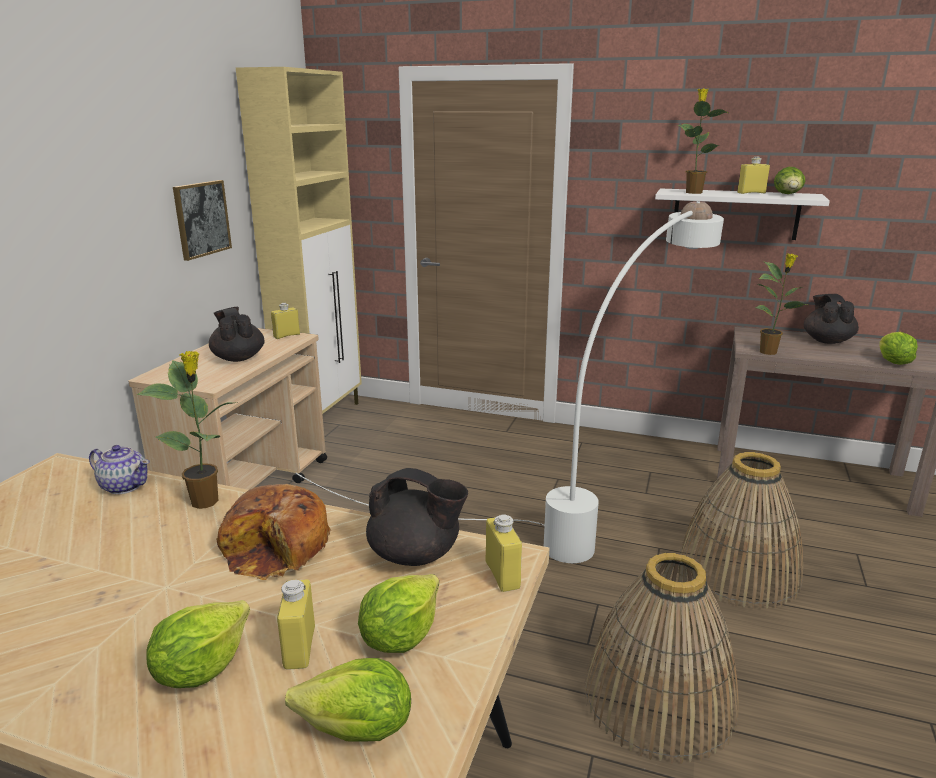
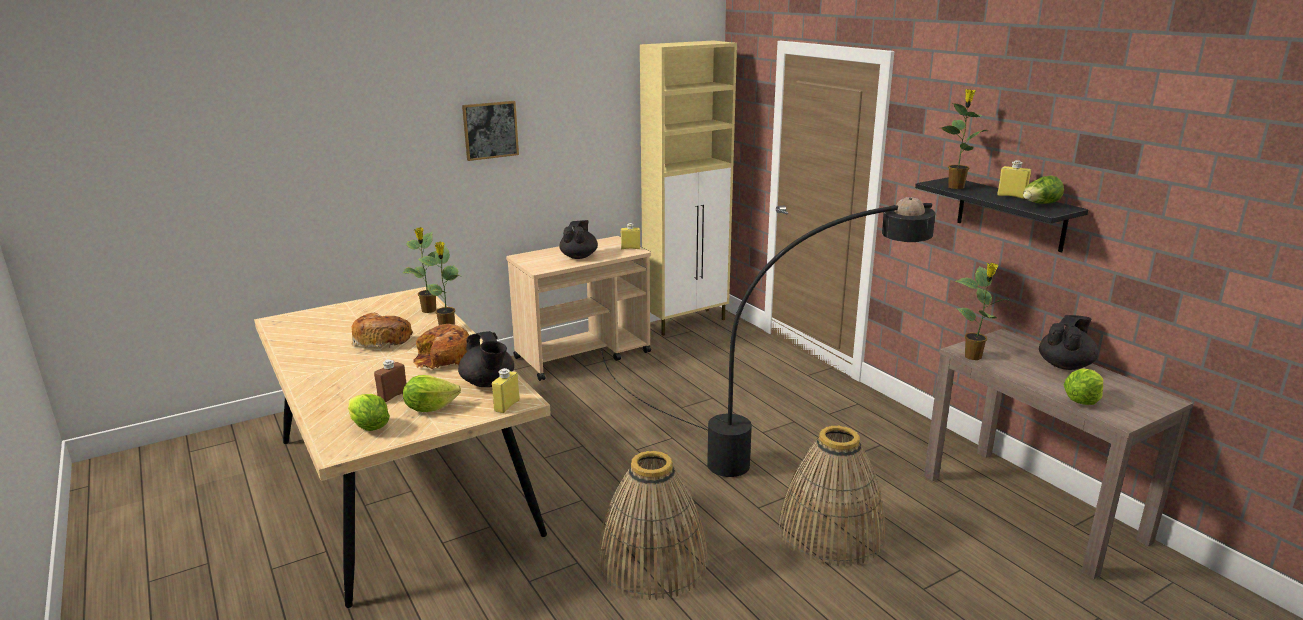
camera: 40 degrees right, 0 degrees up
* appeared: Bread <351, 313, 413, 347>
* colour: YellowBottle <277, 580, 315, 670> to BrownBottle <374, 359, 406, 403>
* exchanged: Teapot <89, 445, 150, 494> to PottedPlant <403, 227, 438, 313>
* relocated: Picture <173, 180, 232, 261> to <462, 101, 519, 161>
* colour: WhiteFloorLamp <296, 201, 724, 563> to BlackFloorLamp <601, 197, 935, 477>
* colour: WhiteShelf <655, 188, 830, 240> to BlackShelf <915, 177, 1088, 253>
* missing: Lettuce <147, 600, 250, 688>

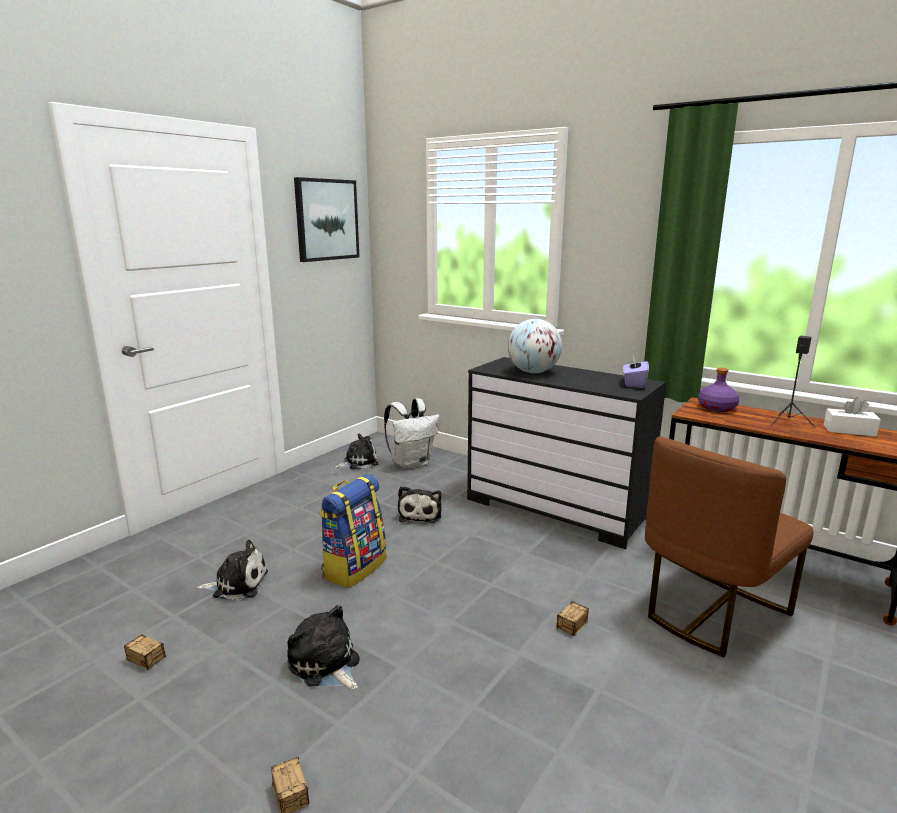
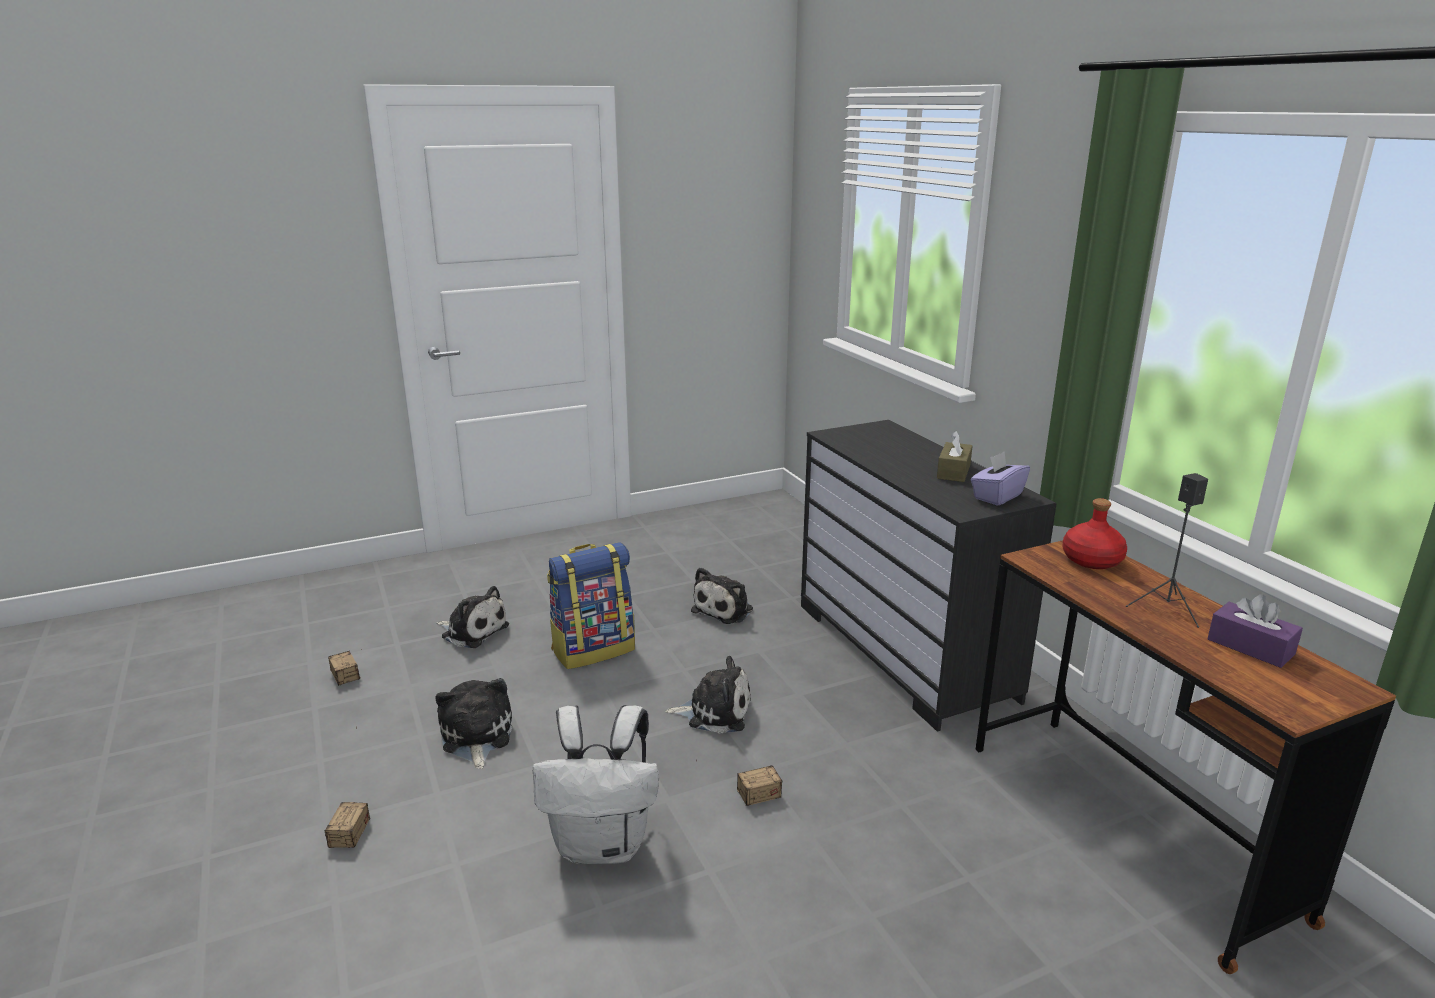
camera: 30 degrees right, 5 degrees up
* relocated: WhiteBackpack <384, 398, 440, 470> to <533, 705, 659, 864>
* relocated: PlushToy <334, 434, 379, 469> to <665, 656, 751, 733>
* appeared: BrownTissueBox <937, 430, 973, 482>
* colour: PurpleBottle <698, 368, 739, 412> to RedBottle <1062, 498, 1127, 569>
* colour: WhiteTissueBox <824, 397, 881, 437> to PurpleTissueBox <1207, 594, 1303, 668>
* missing: Picture <294, 177, 359, 262>
* missing: Globe <508, 319, 562, 373>
* missing: BrownChair <645, 436, 813, 657>

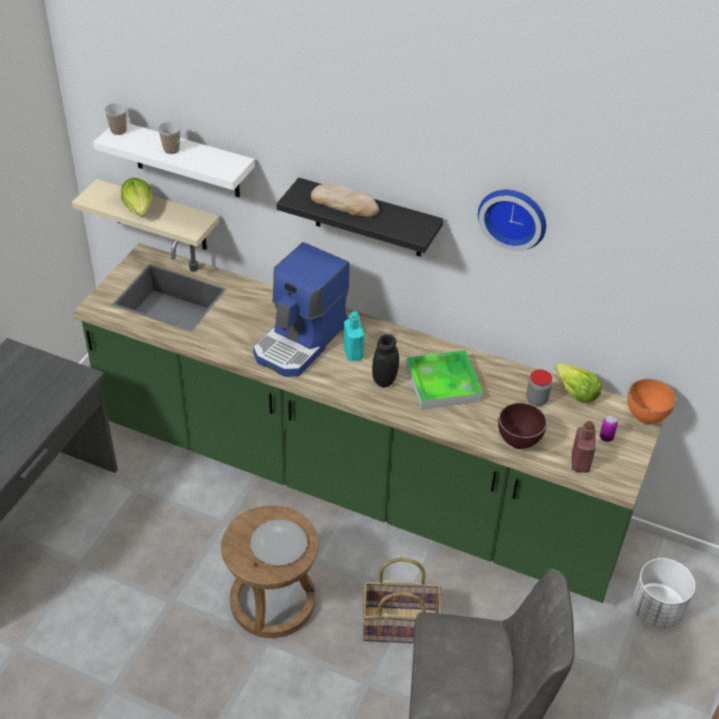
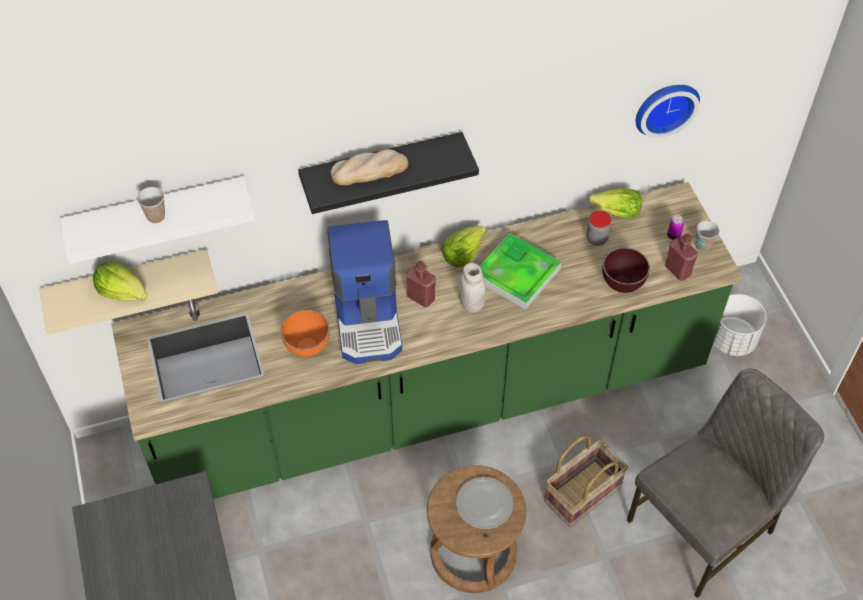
camera: 40 degrees left, 10 degrees up
* relocated: OrangeBowl <627, 379, 676, 424> to <281, 310, 330, 357>
* colour: TurquoiseBottle <344, 311, 365, 361> to RedBottle <406, 261, 436, 307>
* appeared: Lettuce <442, 226, 486, 267>
* colour: BlackJar <372, 334, 399, 388> to WhiteJar <459, 263, 486, 313>
* relocated: WallClock <478, 190, 546, 251> to <636, 85, 700, 138>
* relocated: Cup <104, 103, 127, 135> to <696, 221, 719, 252>

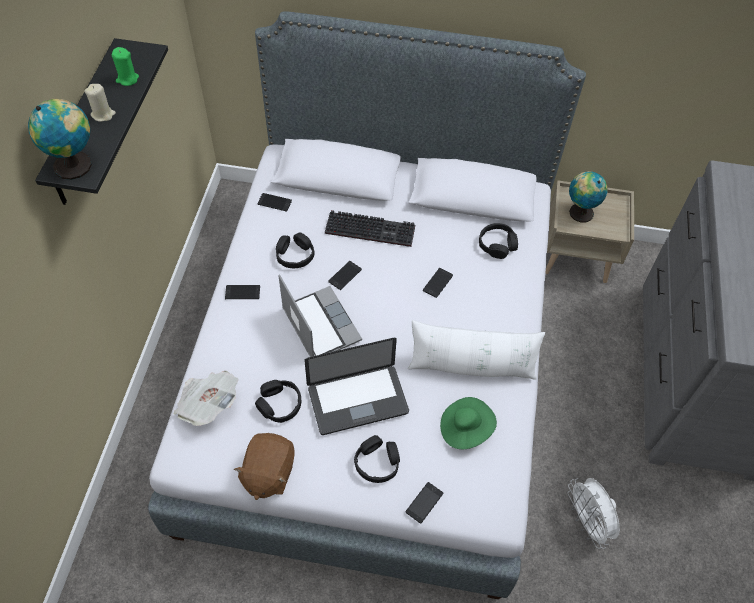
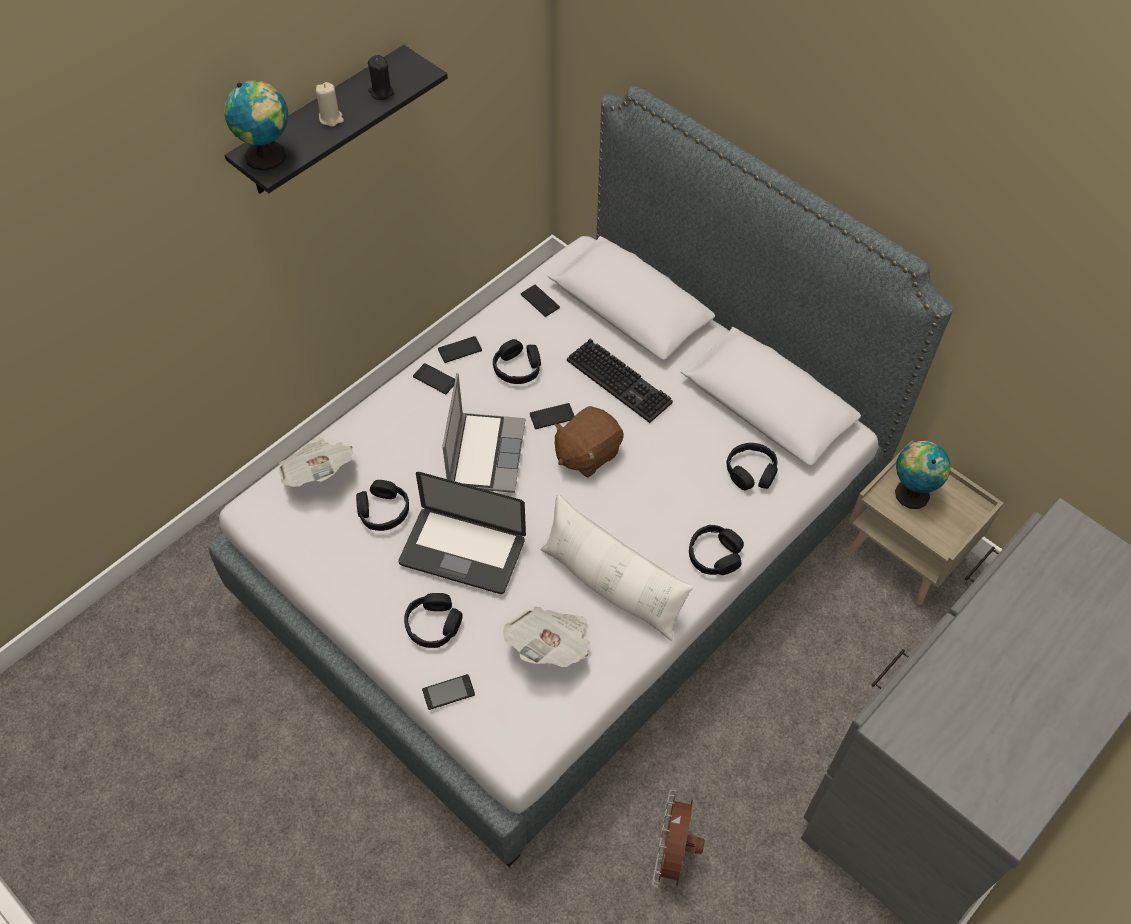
camera: 35 degrees right, 0 degrees up
* colour: GreenCandle <112, 47, 139, 86> to BlackCandle <368, 55, 394, 100>
* relocated: Phone <423, 268, 453, 298> to <438, 336, 482, 363>
* exchanged: GreenHat <440, 397, 497, 449> to Newspaper <503, 606, 590, 667>
* relocated: BrownPlushToy <234, 433, 295, 500> to <554, 406, 624, 478>
* colour: WhiteFan <568, 478, 620, 549> to BrownFan <652, 790, 705, 888>
* appeared: BlackHeadphones <689, 525, 744, 575>

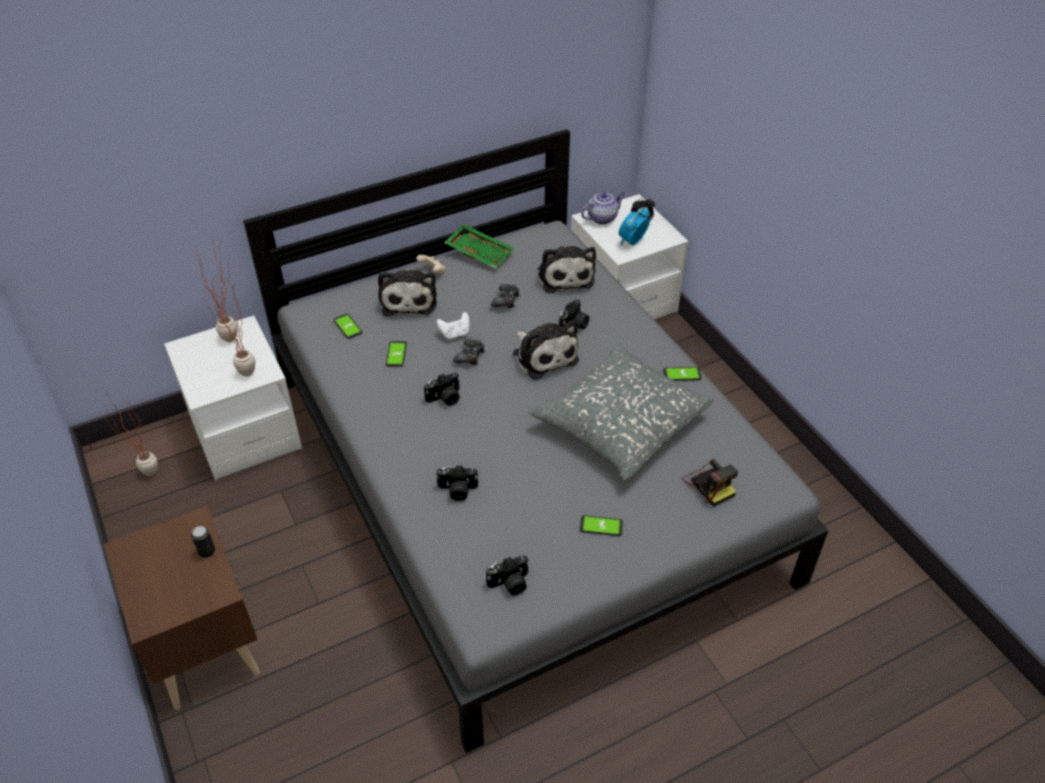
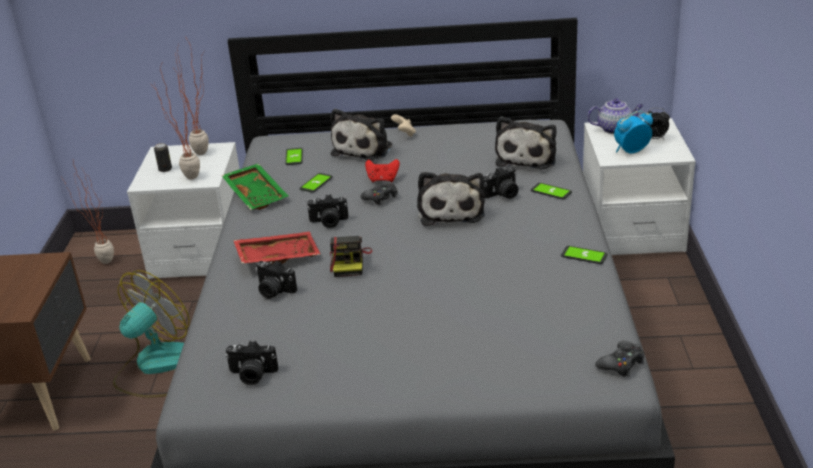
camera: 30 degrees right, 15 degrees down
* appeared: Fan <113, 270, 190, 398>
* relocated: Can <191, 526, 215, 558> to <154, 143, 172, 172>
* relocated: GreenTray <444, 224, 514, 268> to <221, 163, 288, 210>
* appeared: RedTray <233, 232, 321, 264>
* relocated: PhotoCamera <682, 458, 738, 507> to <330, 236, 373, 277>
* colour: WhiteGameController <437, 312, 469, 339> to RedGameController <365, 159, 400, 182>
* relocated: Phone <580, 515, 623, 536> to <531, 183, 572, 200>
* relocated: BlackGameController <491, 284, 520, 308> to <595, 340, 645, 377>
* missing: GreyPillow <529, 344, 714, 480>

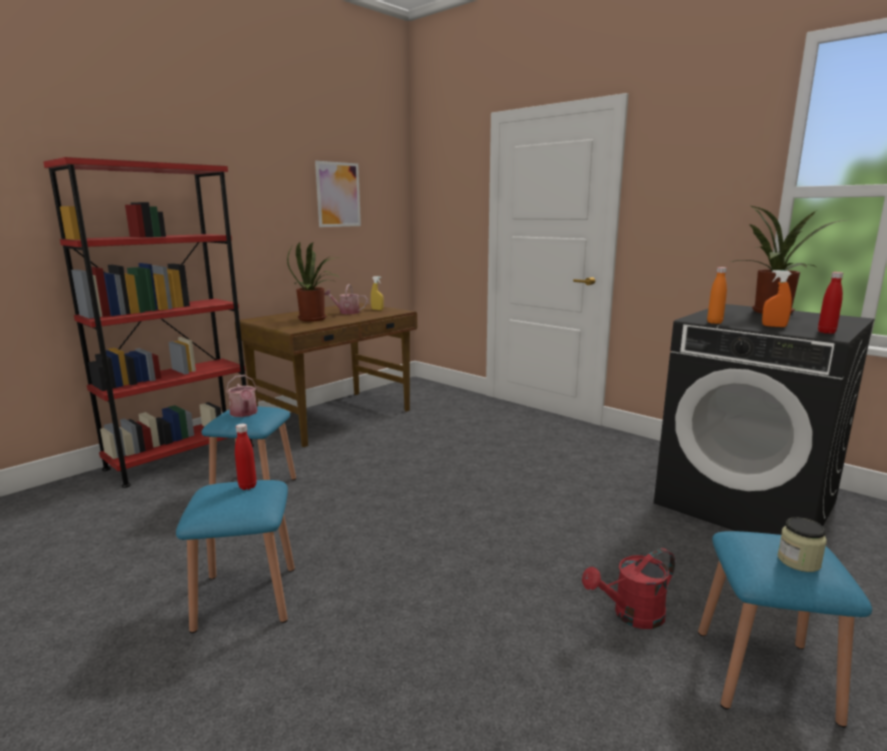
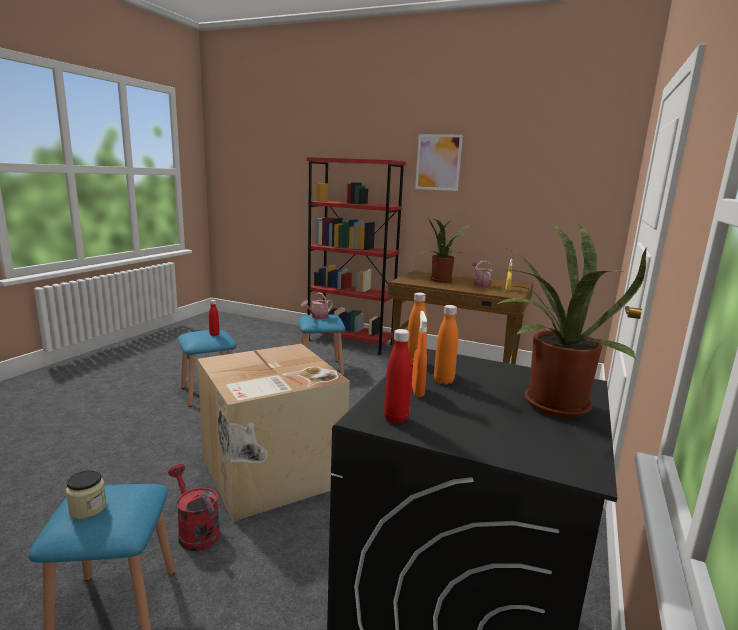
camera: 70 degrees right, 0 degrees up
* appeared: CardboardBox <197, 344, 350, 521>
* relocated: Picture <315, 161, 361, 227> to <415, 134, 463, 191>
* appeared: OrangeBottle <434, 305, 458, 385>

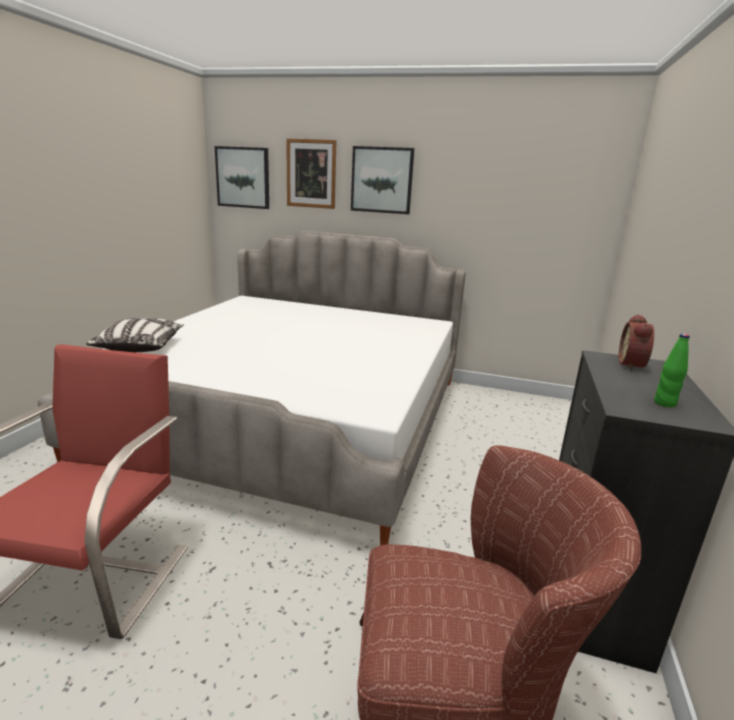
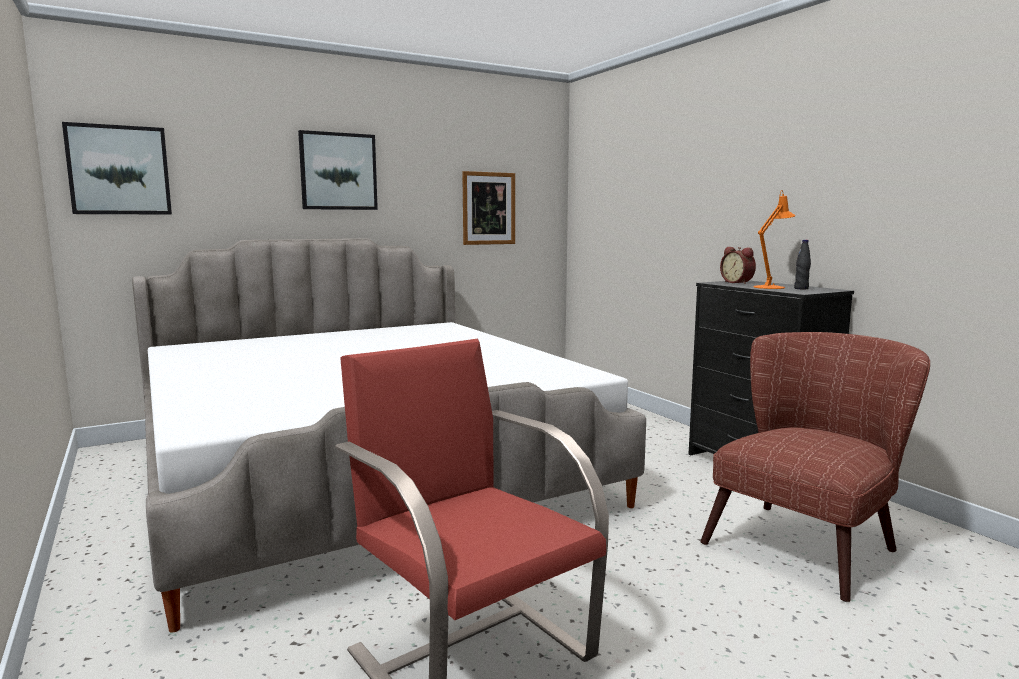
camera: 45 degrees left, 10 degrees down
* relocated: Picture <286, 138, 337, 209> to <462, 171, 515, 245>
* appeared: OrangeTableLamp <753, 190, 796, 289>
* colour: GreenBottle <654, 334, 690, 407> to BlackBottle <794, 240, 811, 289>
* missing: Pillow <86, 318, 184, 352>

